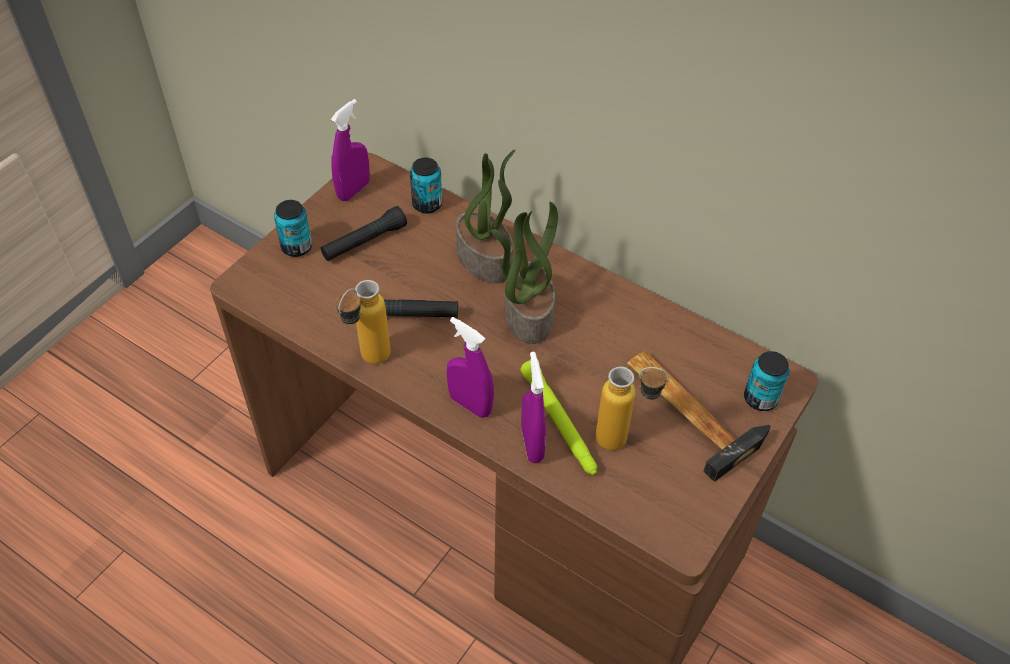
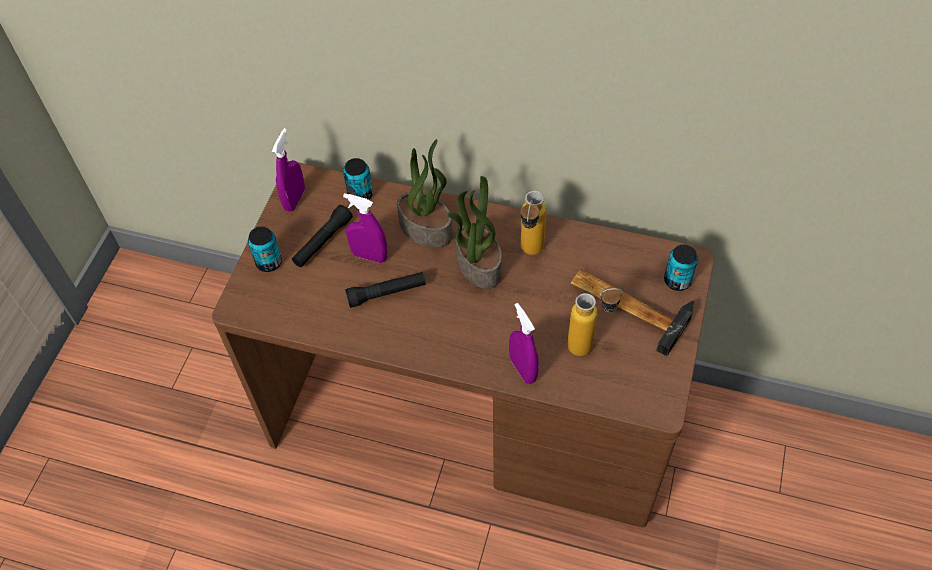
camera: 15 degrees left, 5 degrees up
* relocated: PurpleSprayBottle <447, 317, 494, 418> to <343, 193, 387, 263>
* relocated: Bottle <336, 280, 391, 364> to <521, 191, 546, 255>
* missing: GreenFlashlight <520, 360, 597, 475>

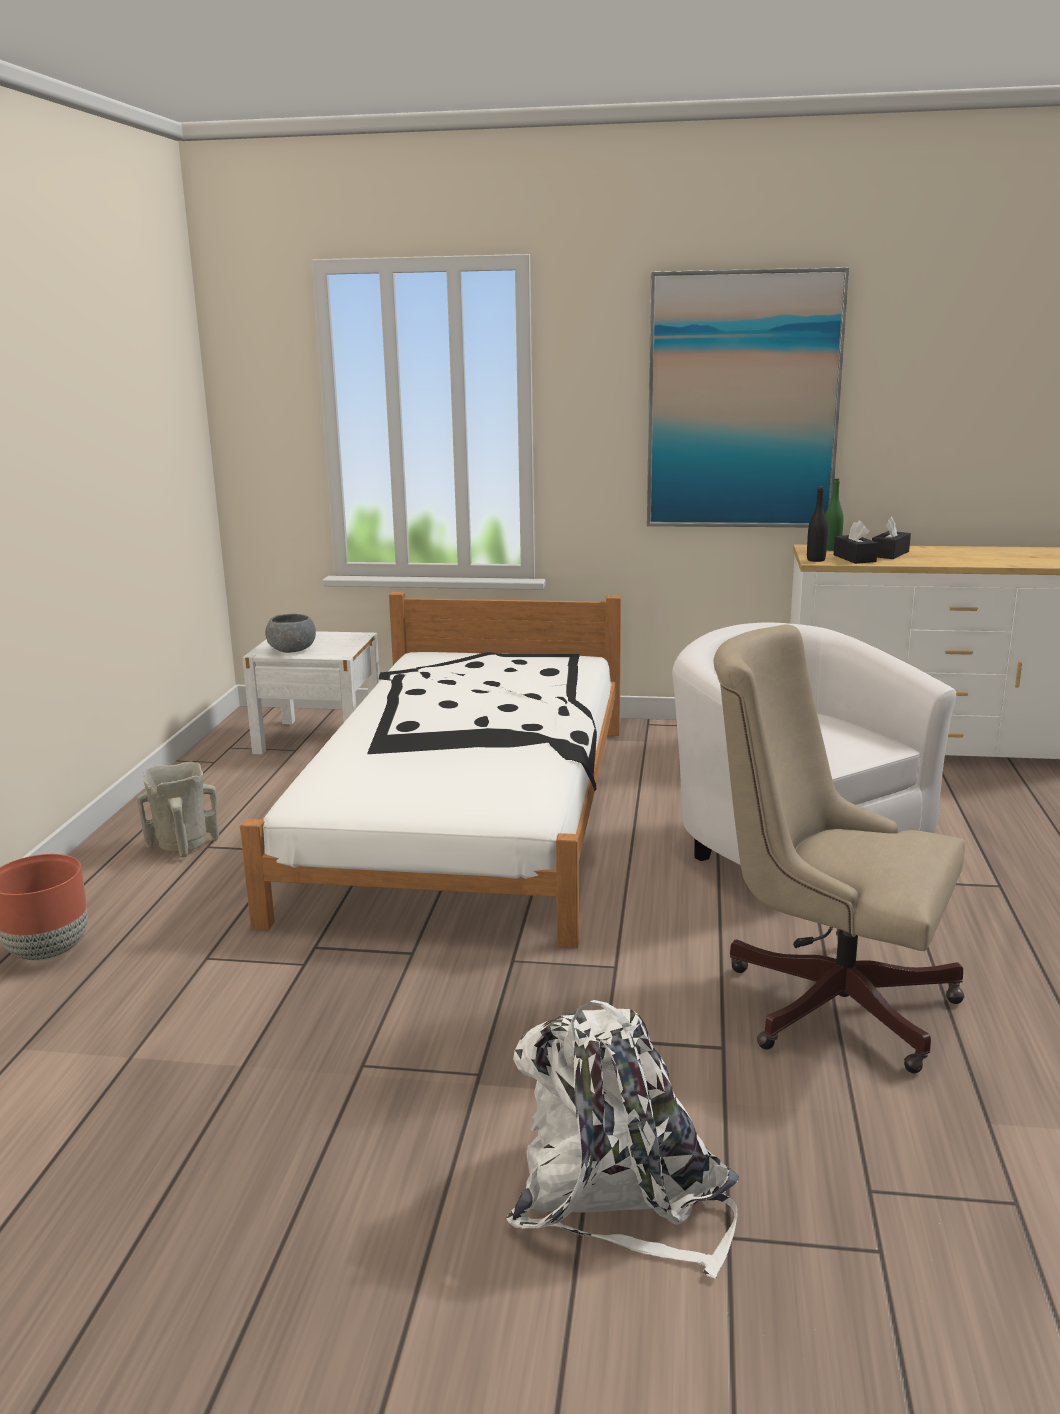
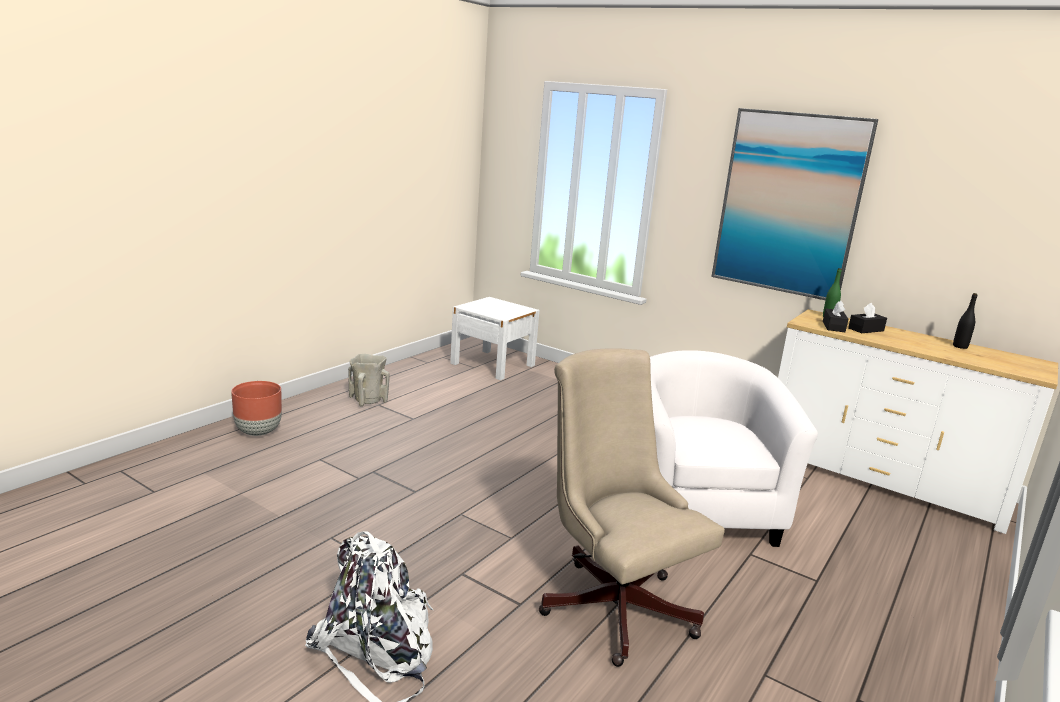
camera: 25 degrees right, 0 degrees up
* relocated: BlackBottle <807, 486, 828, 562> to <953, 293, 977, 349>
* missing: WhiteBed <240, 592, 621, 949>
* missing: GreyBowl <265, 614, 316, 653>

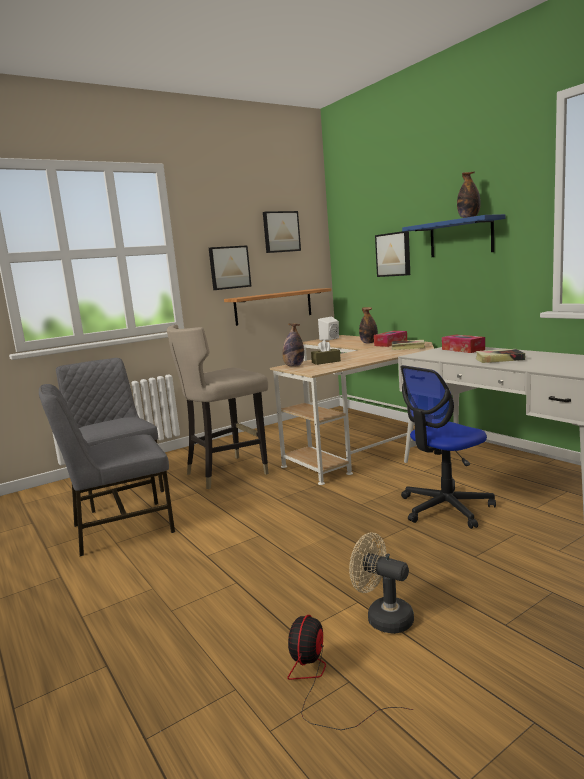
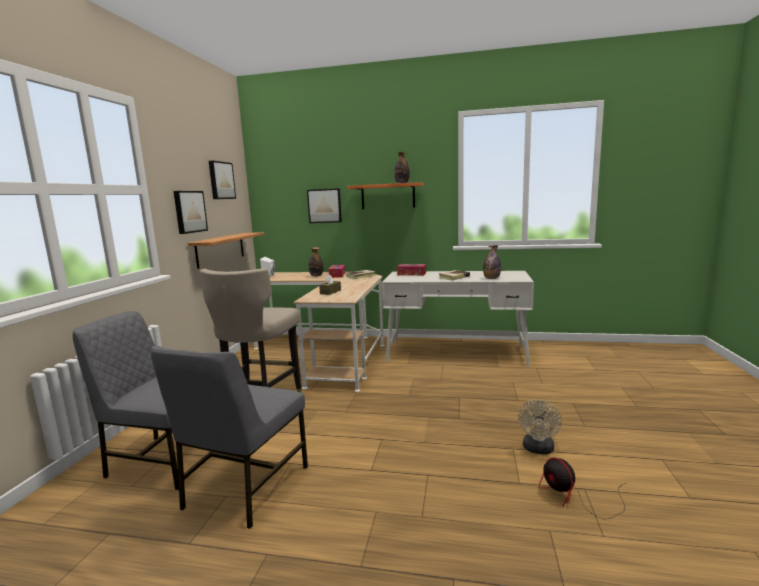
camera: 45 degrees left, 0 degrees up
* colour: BlueShelf <402, 214, 506, 257> to OrangeShelf <347, 182, 424, 209>
* relocated: Bottle <282, 323, 304, 367> to <483, 246, 501, 279>
* spun: BeigeFan <349, 533, 414, 634> = <518, 399, 562, 454> 60 degrees counterclockwise
* missing: OfficeChair <401, 365, 496, 529>

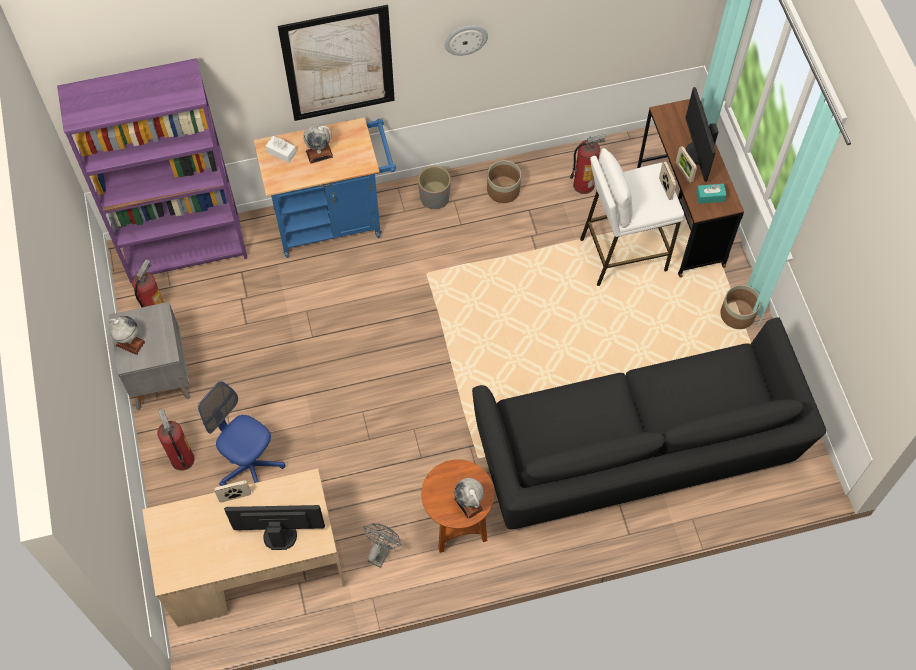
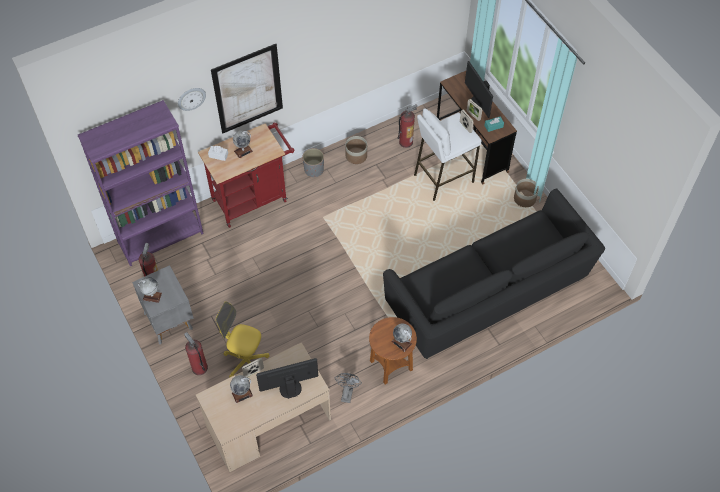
camera: 15 degrees left, 5 degrees down
* relocated: WallClock <445, 25, 488, 56> to <178, 88, 206, 111>
* colour: BlueCart <254, 117, 396, 258> to RedCart <198, 123, 294, 228>
* colour: BlueOfficeChair <198, 381, 286, 486> to YellowOfficeChair <216, 301, 269, 378>
* appeared: Globe <230, 375, 253, 403>

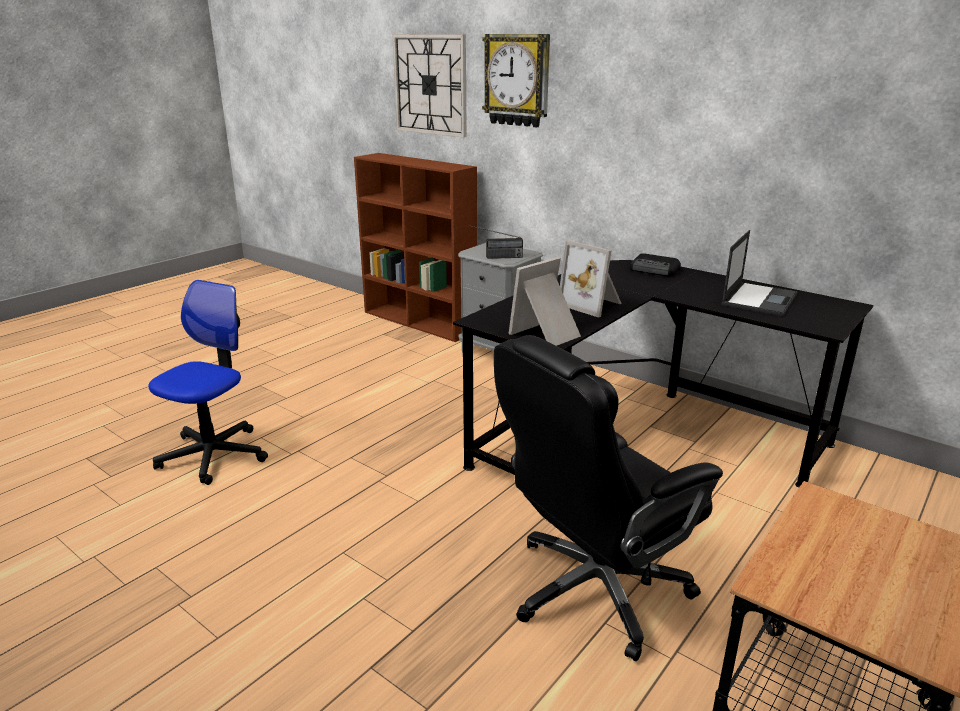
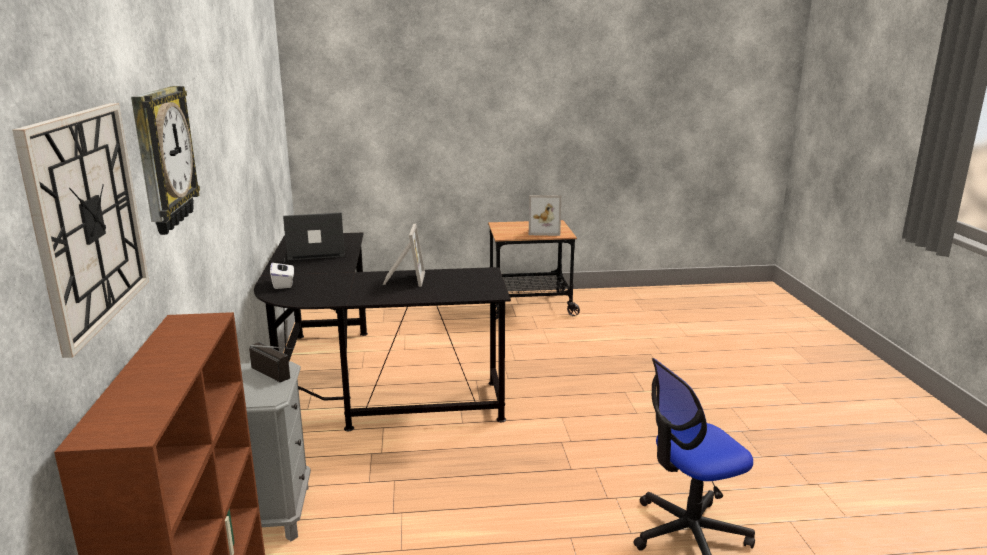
camera: 135 degrees left, 5 degrees down
* exchanged: Radio <630, 253, 681, 276> to WhiteTissueBox <270, 259, 294, 289>
* relocated: PictureFrame <509, 257, 581, 346> to <529, 195, 561, 236>
* missing: BlackOfficeChair <494, 335, 723, 661>

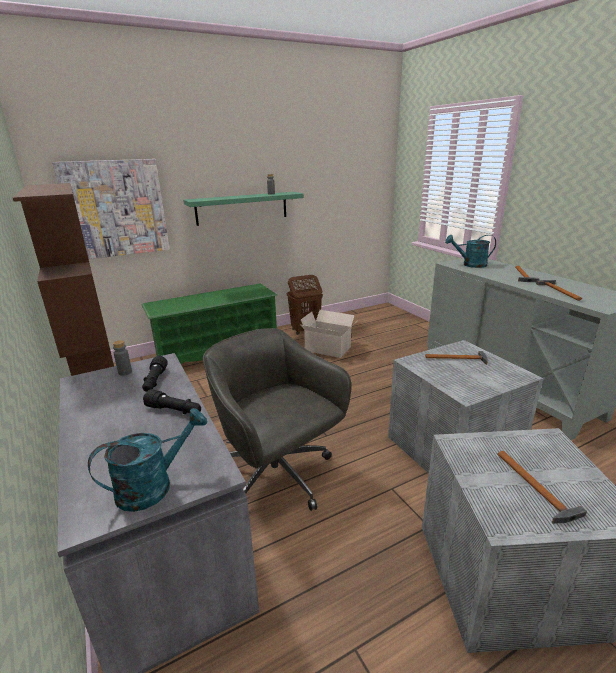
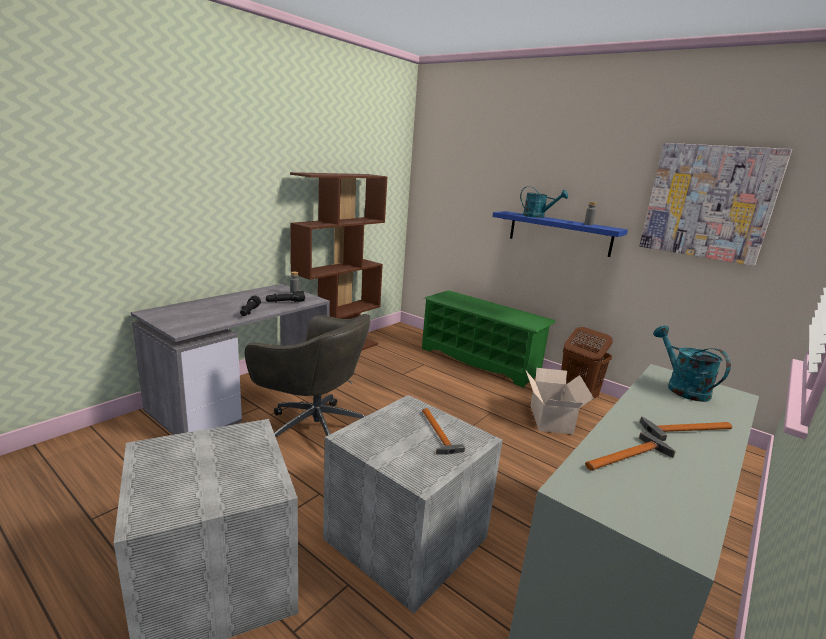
camera: 65 degrees right, 5 degrees down
* spun: GreyOfficeChair <203, 328, 351, 511> = <245, 314, 370, 437> 90 degrees clockwise
* colour: GreenShelf <183, 192, 304, 226> to BlueShelf <492, 211, 628, 257>
* relocated: TurquoiseWateringCan <88, 408, 207, 512> to <520, 186, 568, 218>
* relocated: Picture <52, 159, 170, 259> to <639, 143, 792, 266>
* missing: Hammer <497, 451, 587, 524>

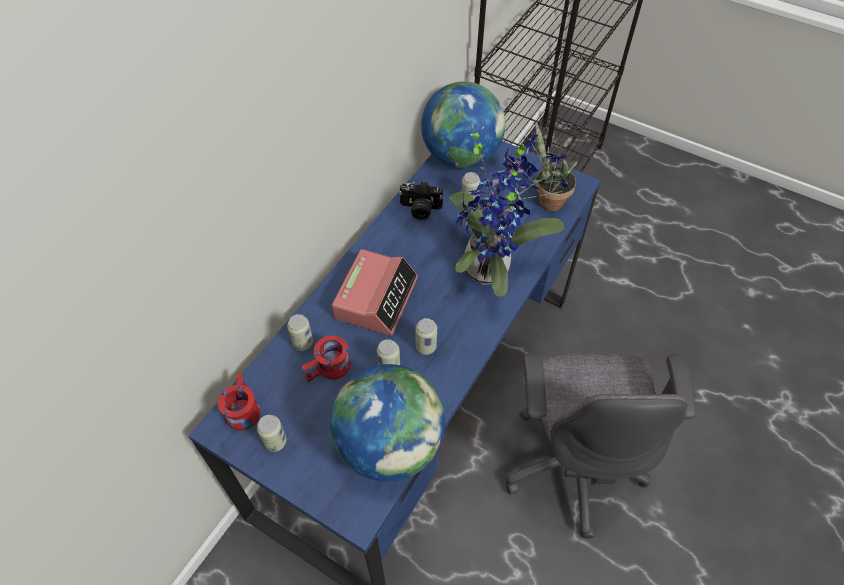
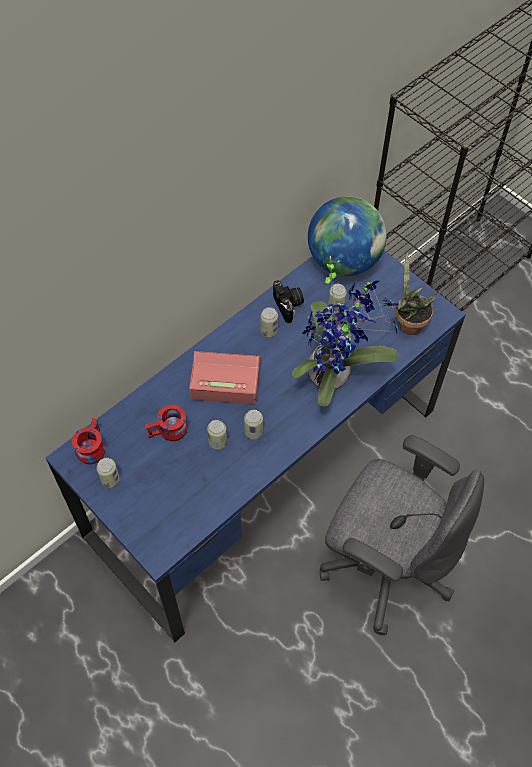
camera: 15 degrees right, 5 degrees up
* spun: AlarmClock <332, 249, 418, 336> = <189, 351, 261, 404> 120 degrees counterclockwise
* relocated: Can <287, 314, 313, 351> to <261, 307, 278, 337>
* spun: PhotoCamera <399, 182, 443, 221> = <273, 280, 304, 323> 135 degrees counterclockwise
* spun: GreyOfficeChair <505, 353, 696, 538> = <320, 435, 484, 635> 75 degrees counterclockwise
* missing: Globe <330, 364, 445, 482>

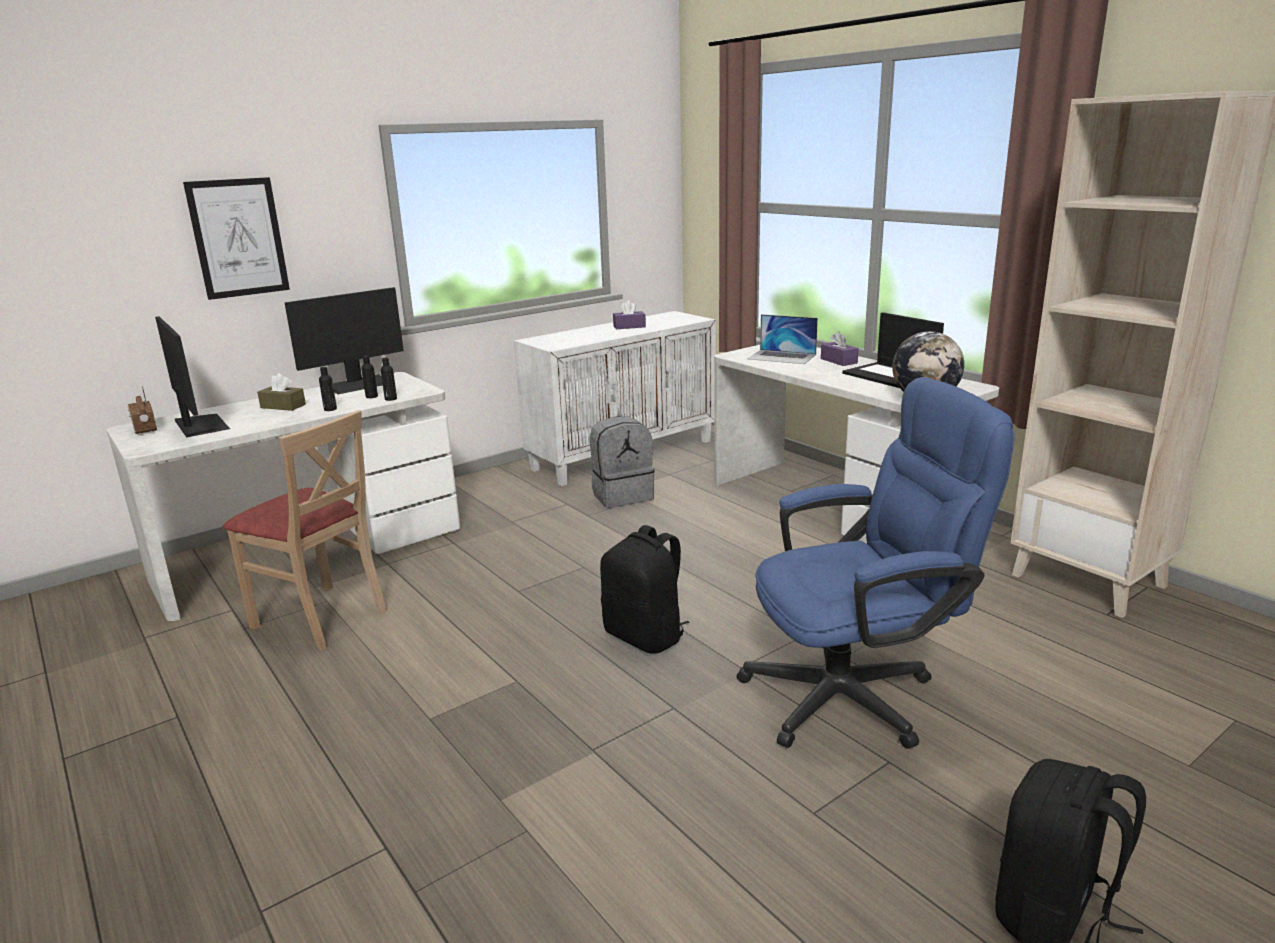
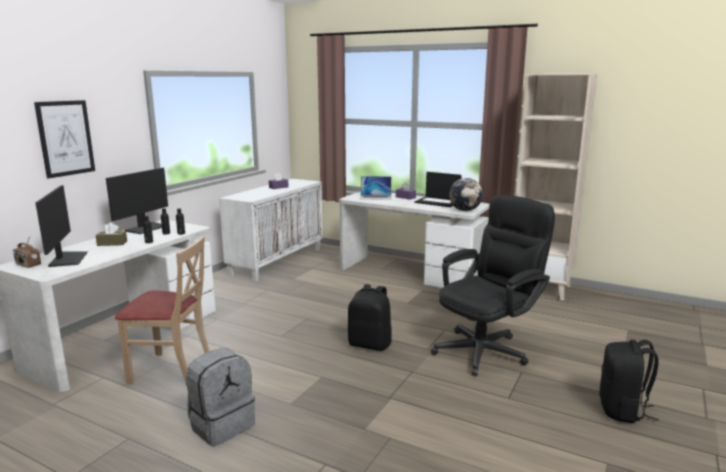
camera: 25 degrees left, 5 degrees down
* spun: Monitor <155, 316, 230, 438> = <35, 185, 89, 267> 45 degrees clockwise
* relocated: GreyBackpack <590, 416, 655, 508> to <186, 348, 255, 446>
* colour: BlueOfficeChair <737, 377, 1015, 749> to BlackOfficeChair <431, 195, 555, 376>

